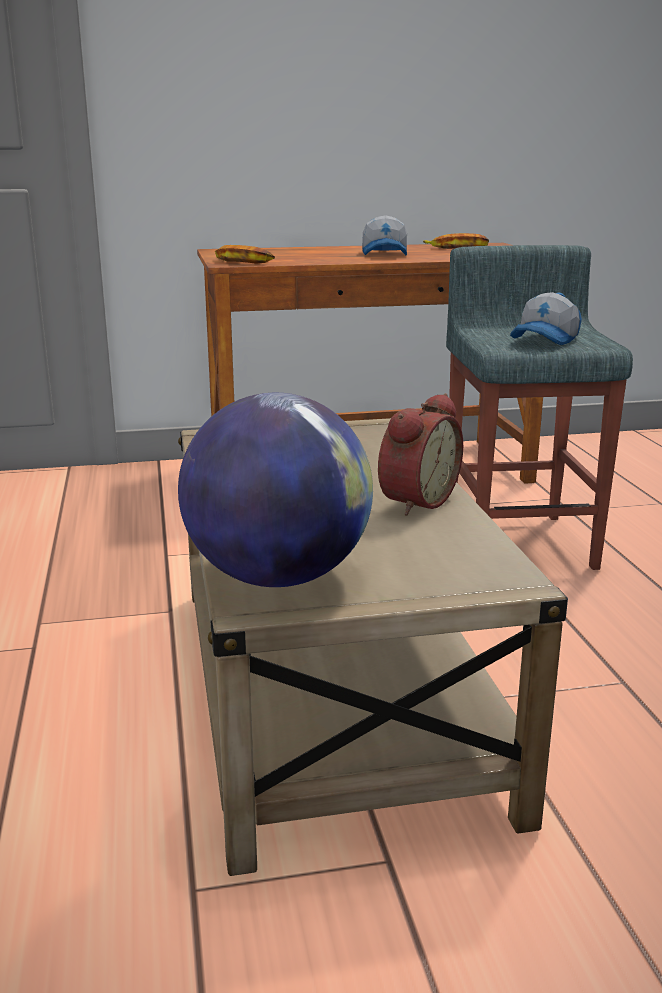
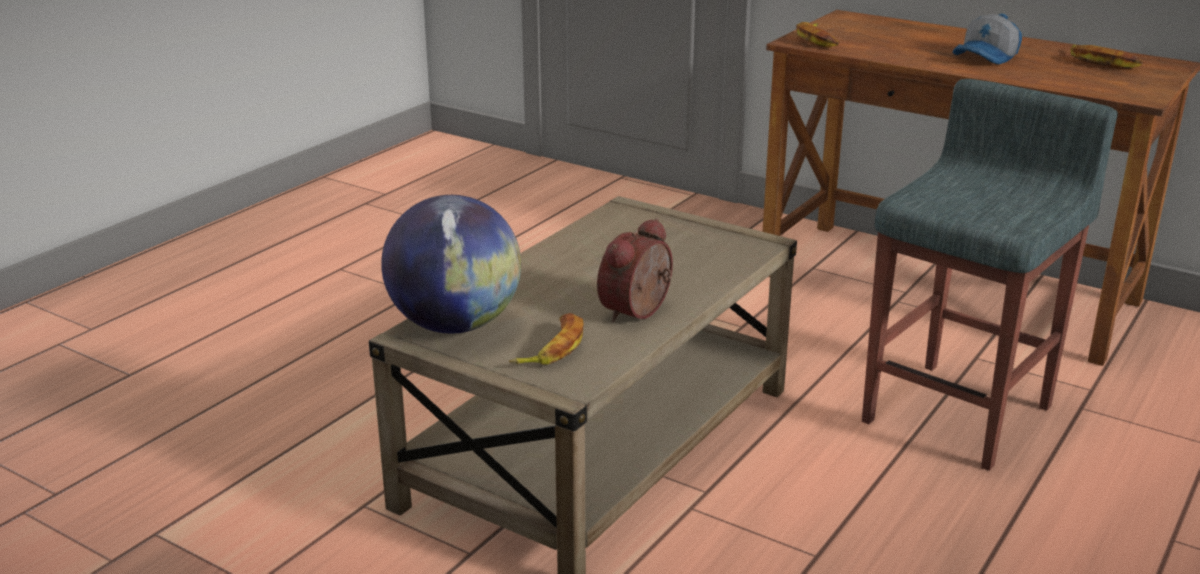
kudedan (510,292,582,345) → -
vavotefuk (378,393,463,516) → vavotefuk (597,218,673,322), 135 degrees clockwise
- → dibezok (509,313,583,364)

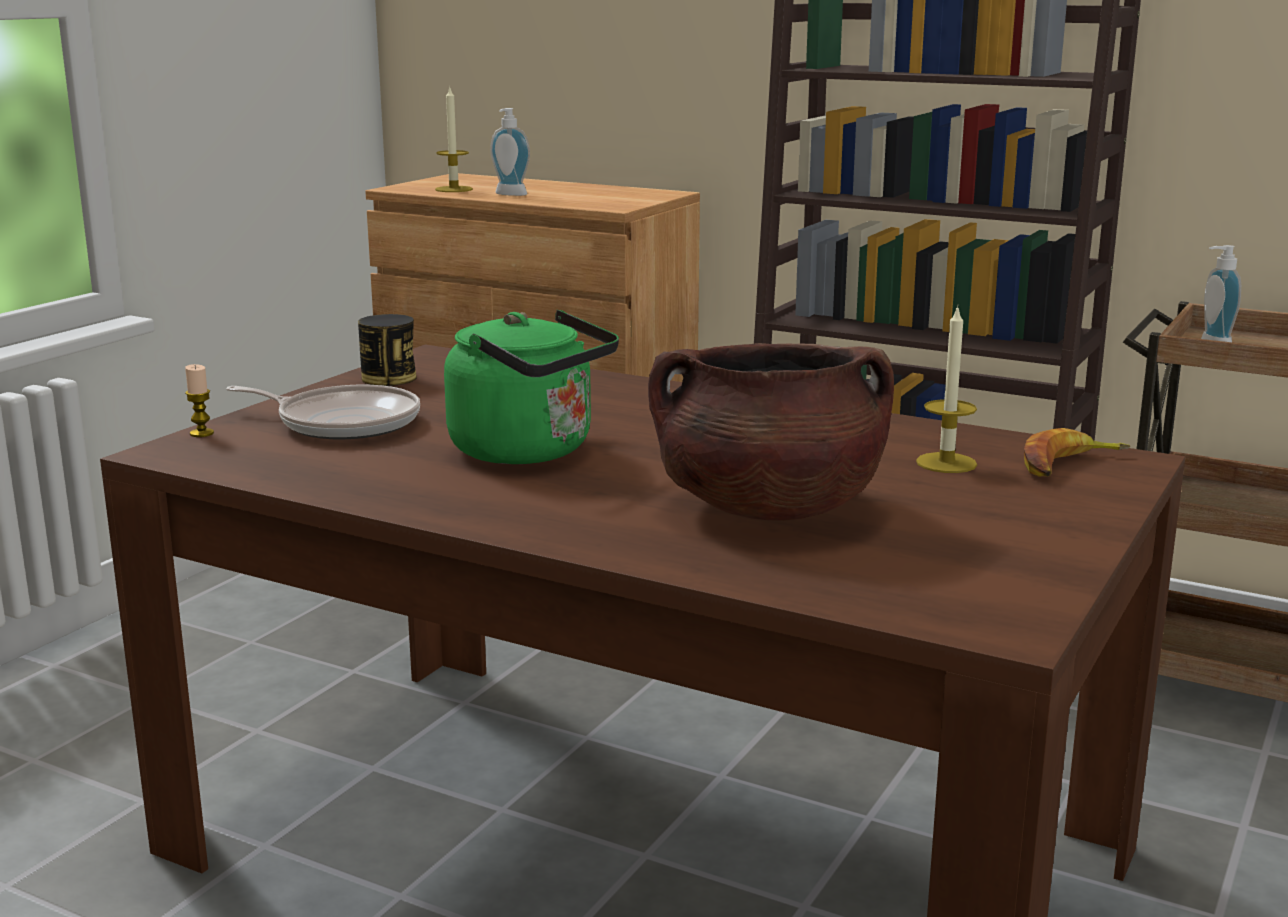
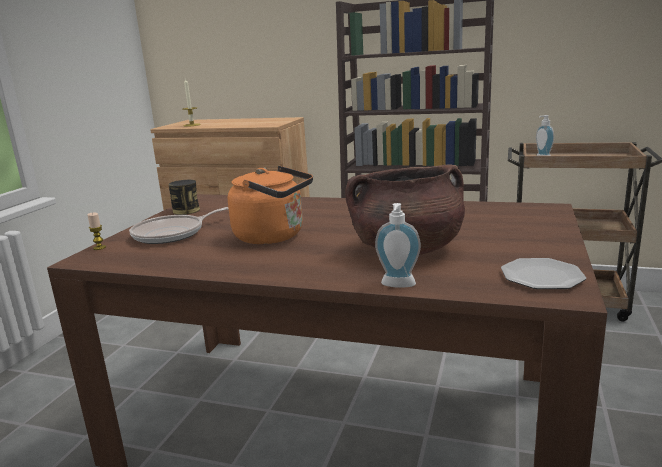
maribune (490,108,530,196) → maribune (375,203,421,288), moved
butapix (916,305,977,473) → -
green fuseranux (444,310,619,464) → orange fuseranux (228,166,313,244)
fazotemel (226,385,420,439) → fazotemel (129,207,229,244), 135 degrees clockwise
dibezok (1024,428,1130,477) → -
- → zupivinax (501,258,586,289)

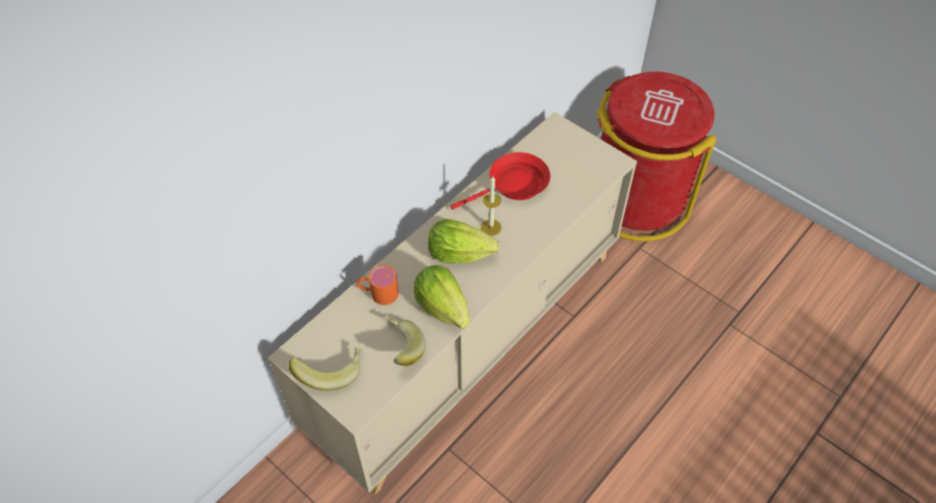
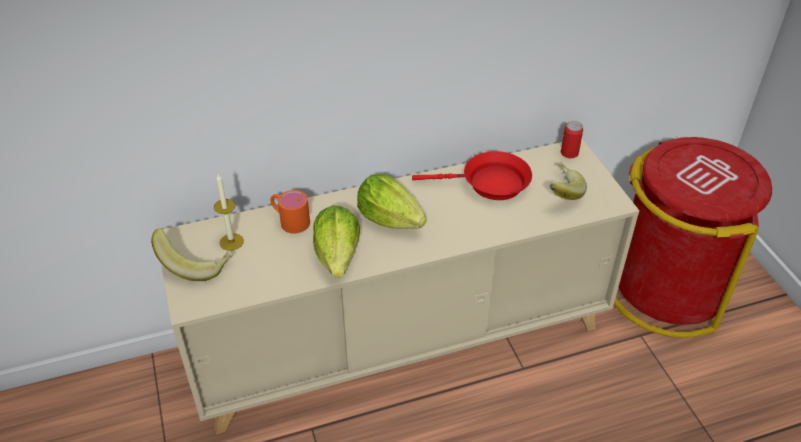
butapix (481,176,502,236) → butapix (214,174,244,251), moved
dibezok (384,314,426,366) → dibezok (550,162,587,200), moved
- → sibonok (561,121,583,158)

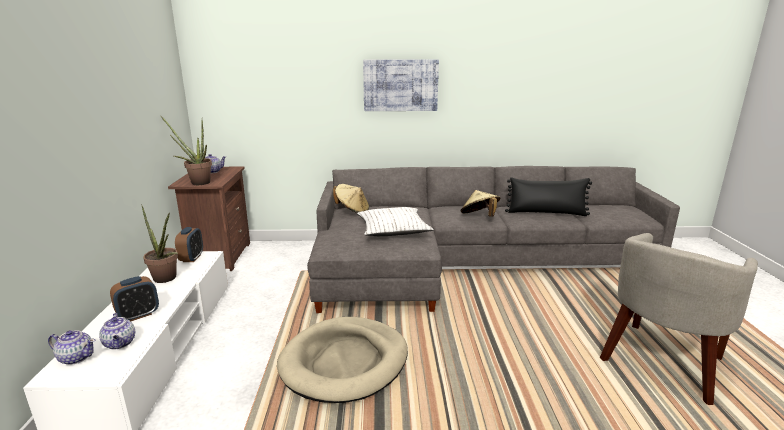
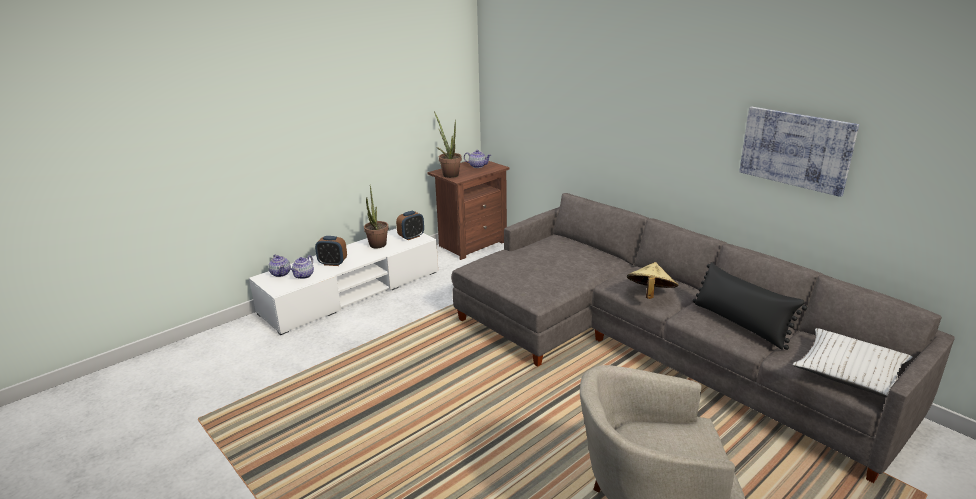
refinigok (363,60,439,111) → refinigok (739,107,859,197), moved
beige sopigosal (333,184,369,213) → -
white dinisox (357,207,434,236) → white dinisox (793,328,912,398), moved
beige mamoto (277,317,408,403) → -

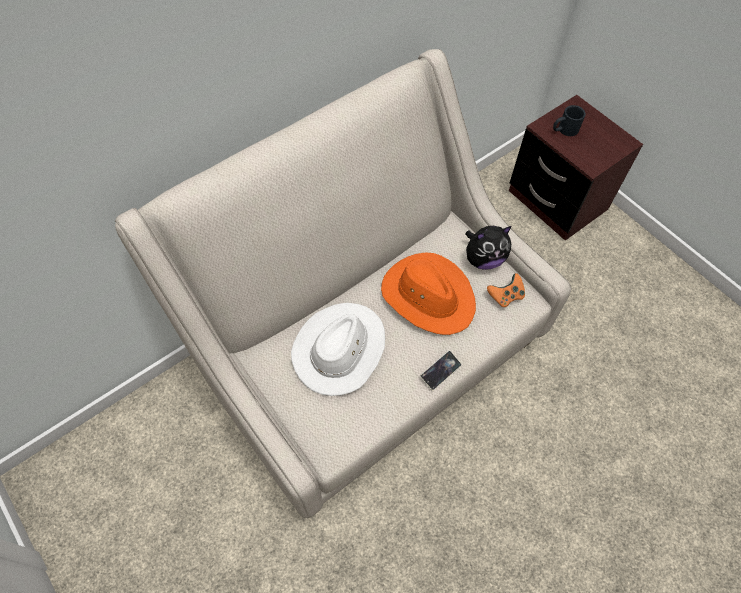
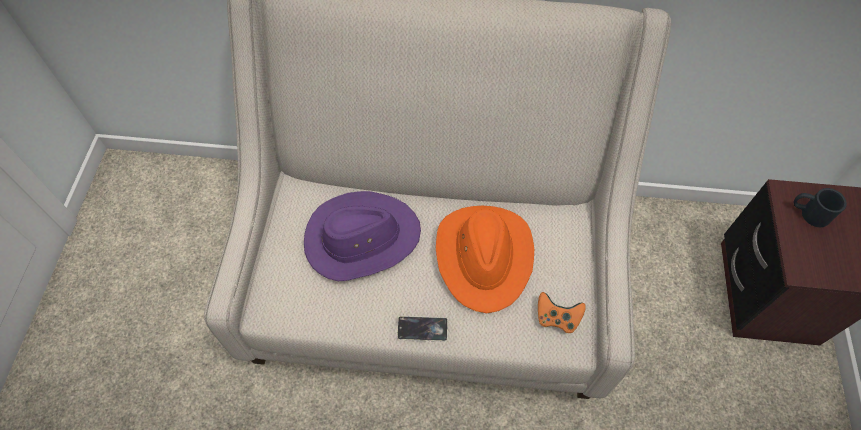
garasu (465,226,512,270) → -
white sopigosal (291,303,385,396) → purple sopigosal (304,191,421,281)

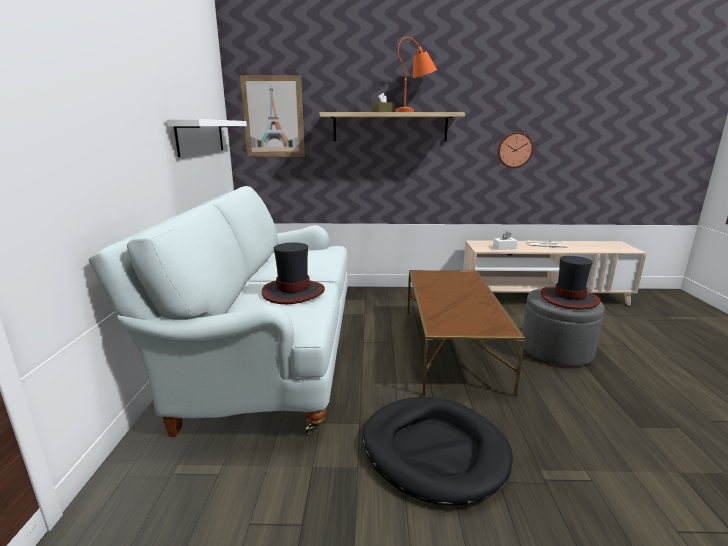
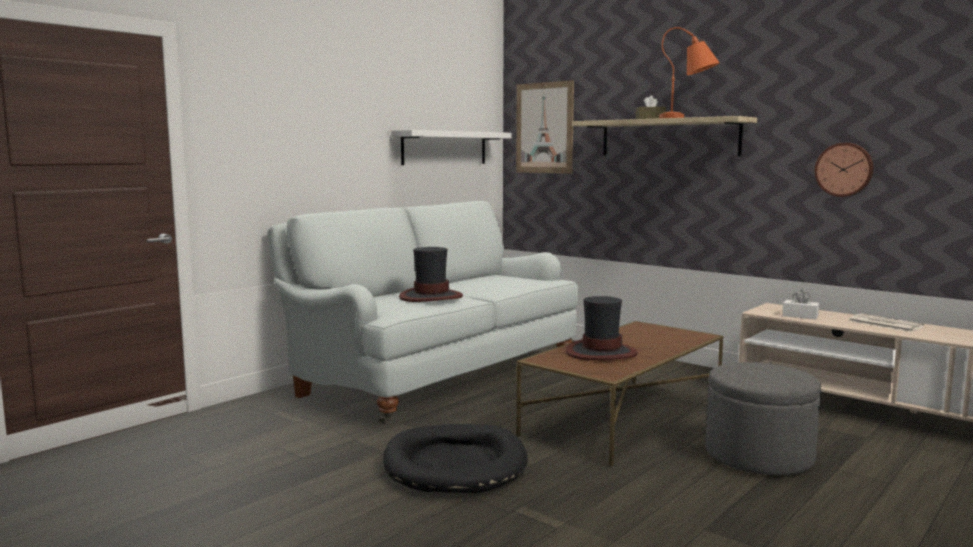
sopigosal (540,256,601,310) → sopigosal (565,296,638,360), moved

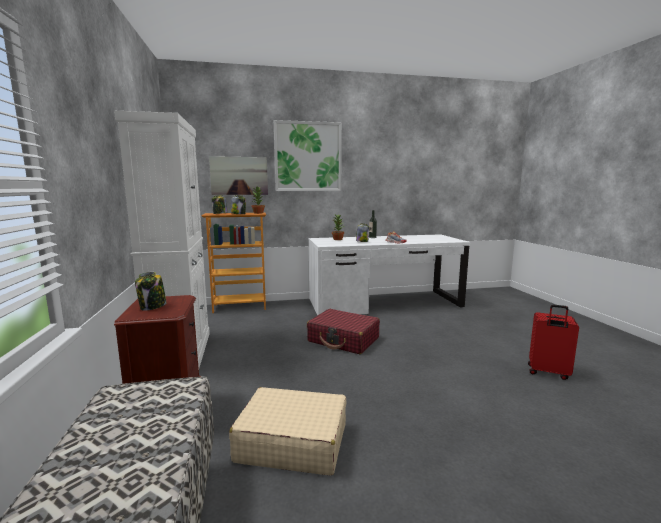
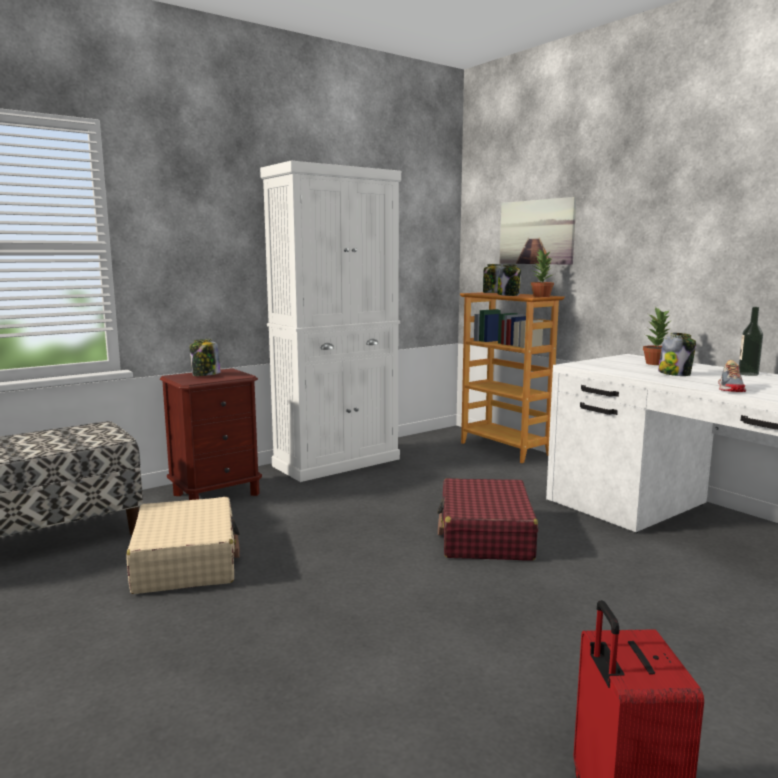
refinigok (274,120,342,191) → -

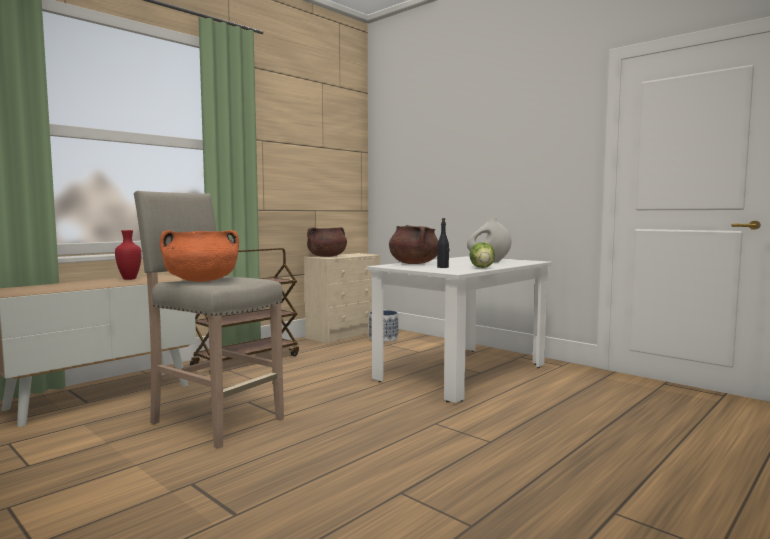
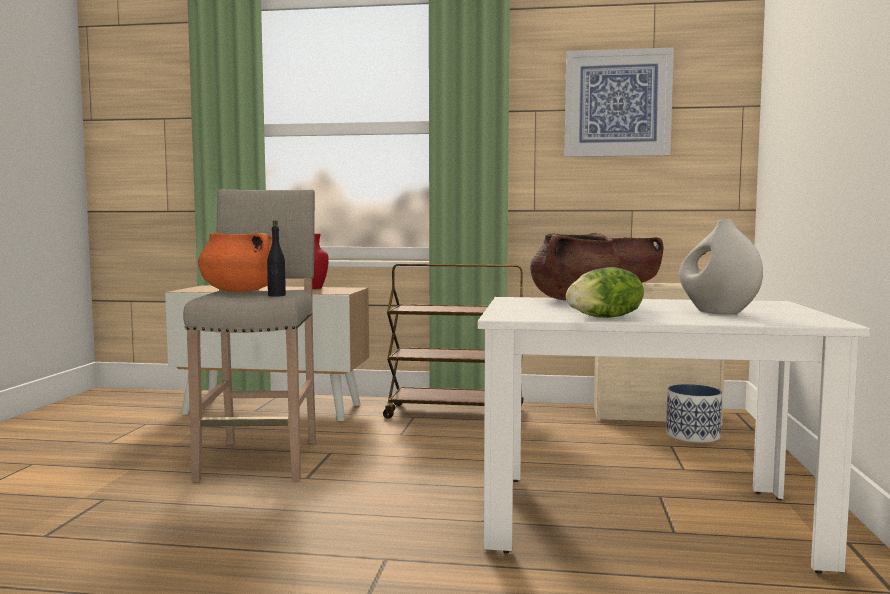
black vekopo (437,218,449,268) → black vekopo (267,220,286,297), moved
- → refinigok (565,47,674,157)

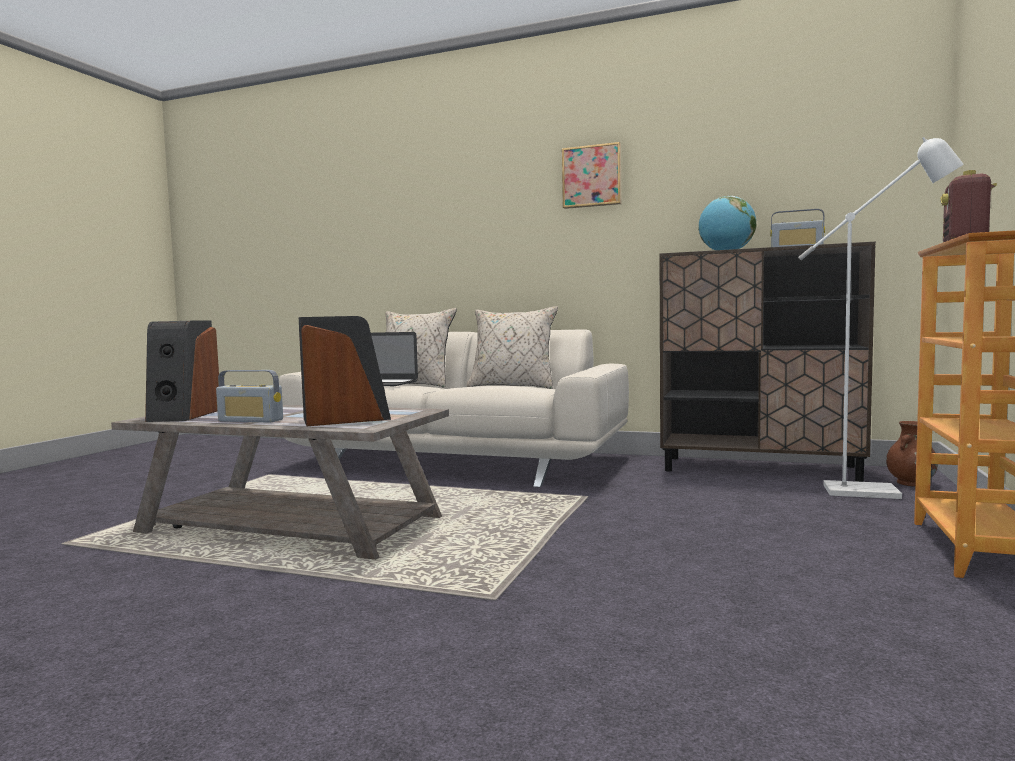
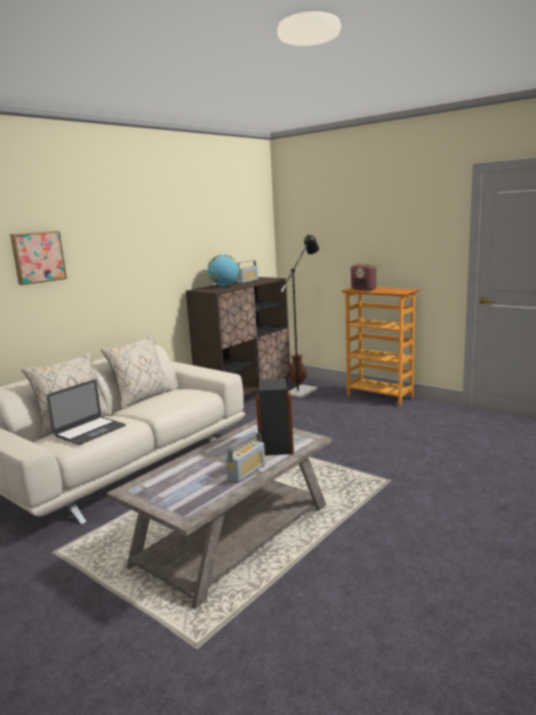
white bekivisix (798,137,964,499) → black bekivisix (281,234,319,398)
refinigok (562,142,621,209) → refinigok (10,231,67,285), moved
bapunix (145,320,219,422) → -

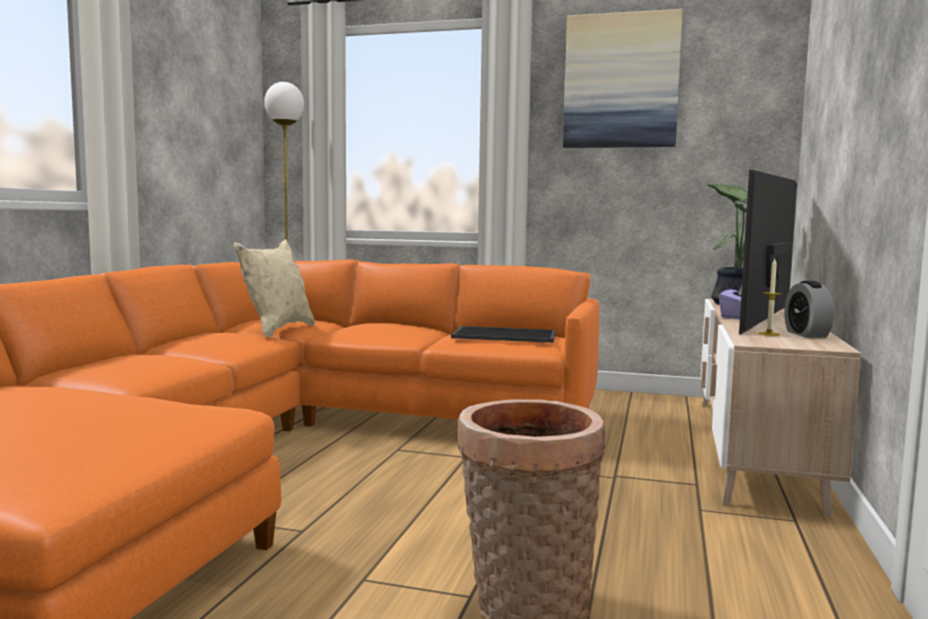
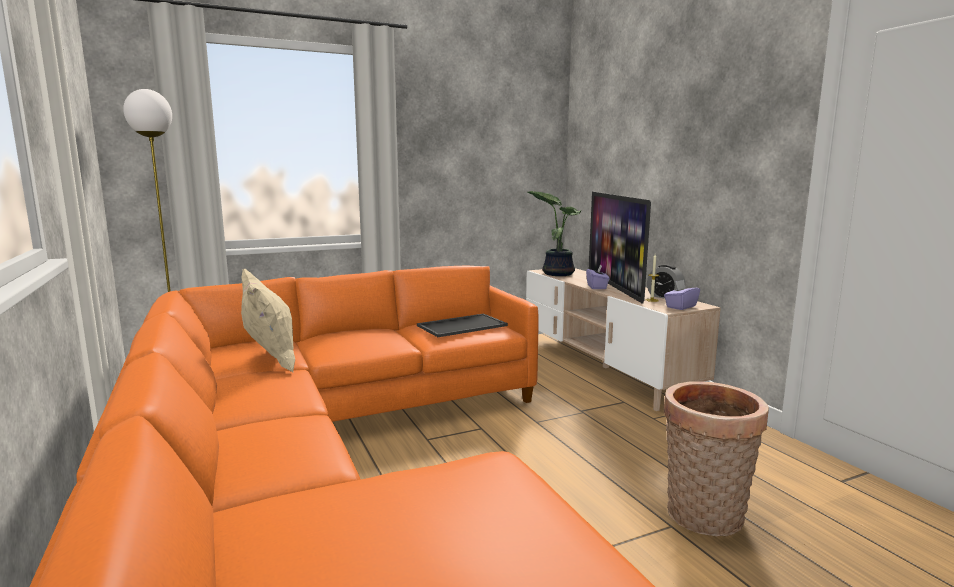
refinigok (563,9,683,148) → -
- → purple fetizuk (664,280,700,310)

